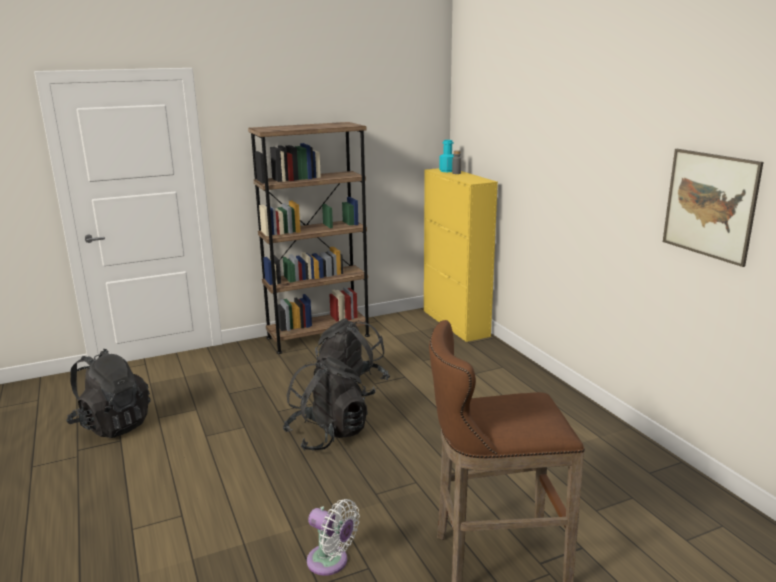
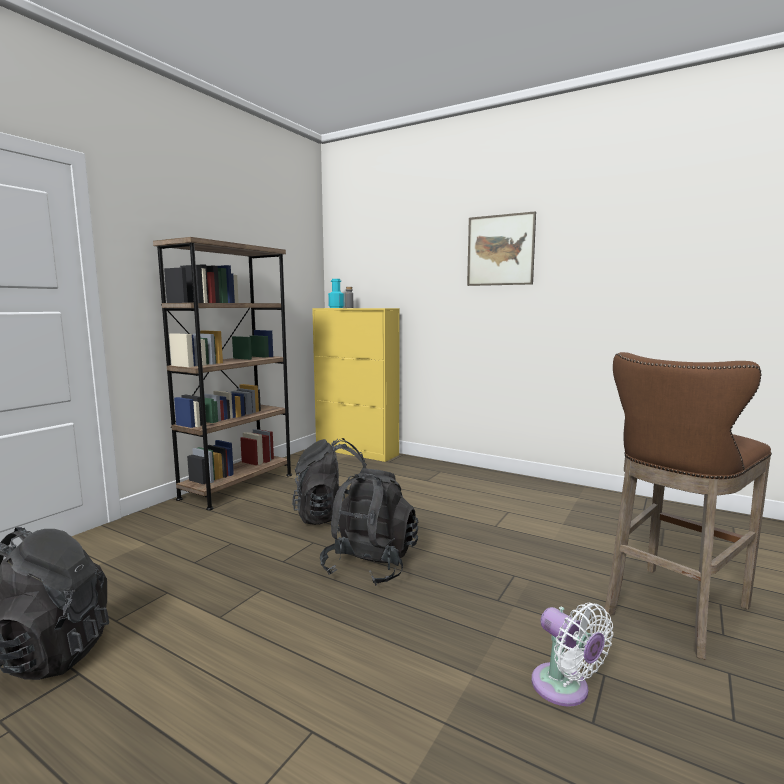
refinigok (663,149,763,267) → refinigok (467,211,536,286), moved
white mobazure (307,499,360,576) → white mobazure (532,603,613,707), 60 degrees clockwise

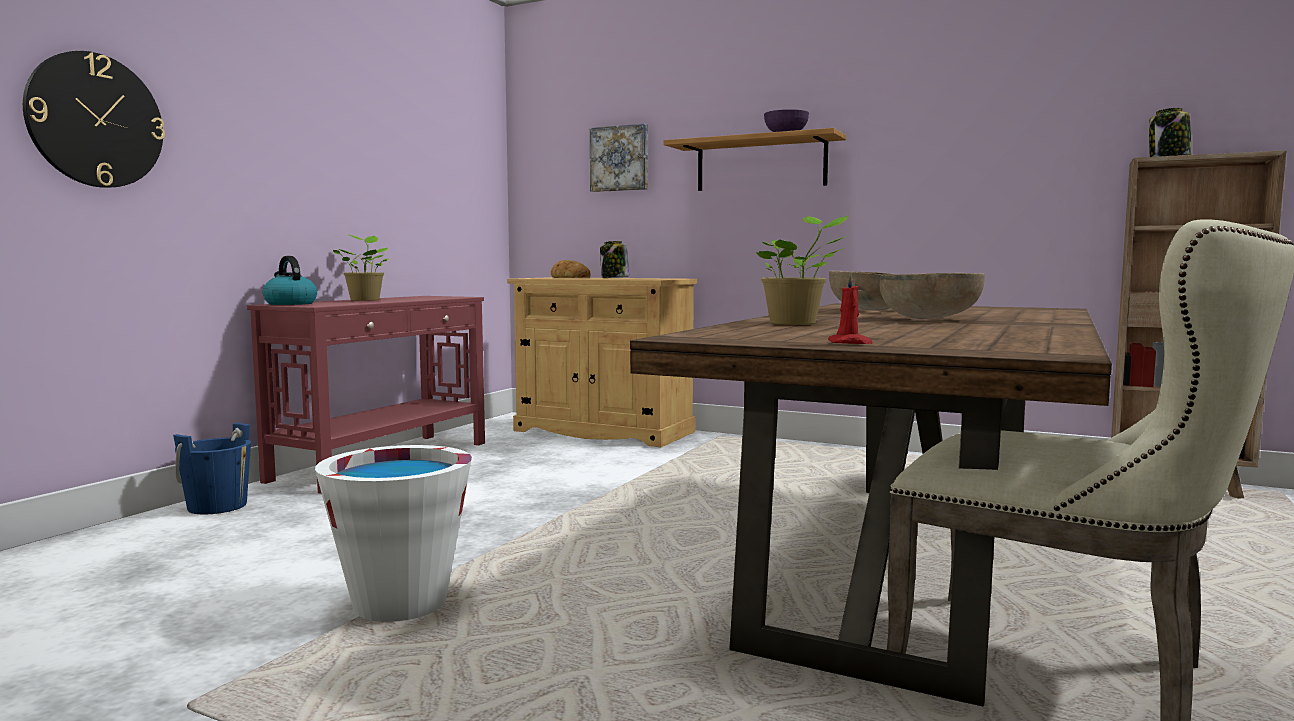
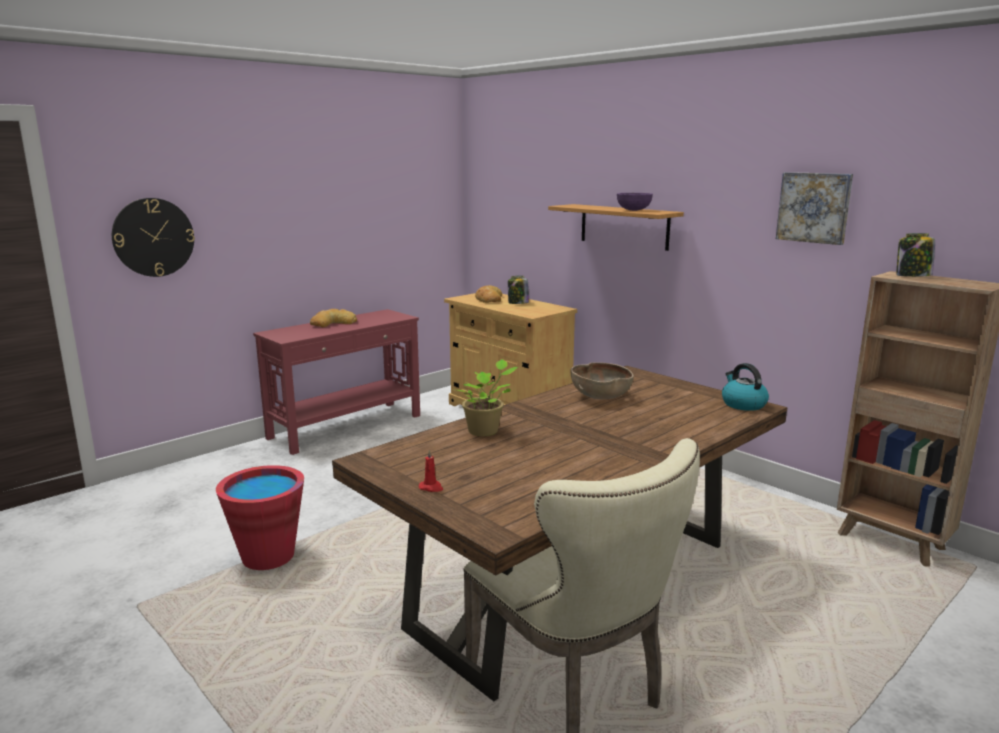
refinigok (590,124,648,192) → refinigok (776,172,853,245), moved
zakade (333,235,388,301) → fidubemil (310,309,357,327)
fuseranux (263,256,317,305) → fuseranux (722,363,769,411), moved
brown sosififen (880,273,985,319) → -
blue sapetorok (173,423,251,514) → -
white sapetorok (315,445,472,622) → red sapetorok (216,465,304,570)

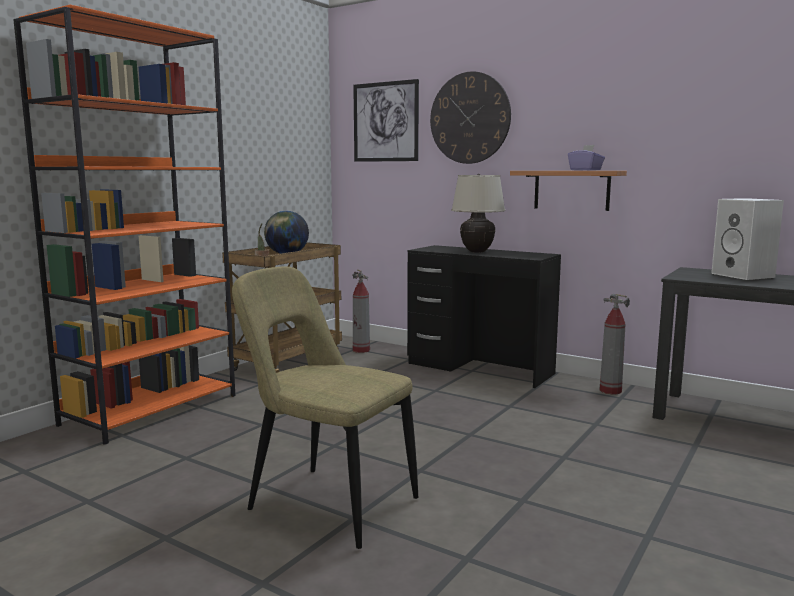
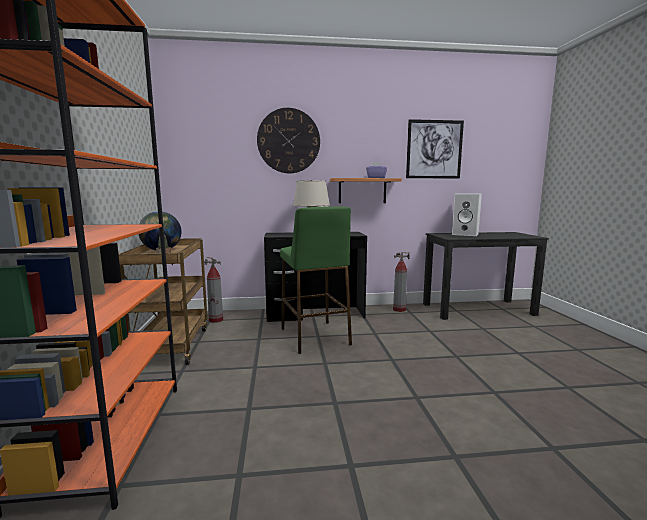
refinigok (353,79,419,162) → refinigok (406,119,464,178), moved
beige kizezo (232,266,418,549) → -
- → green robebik (280,207,352,354)

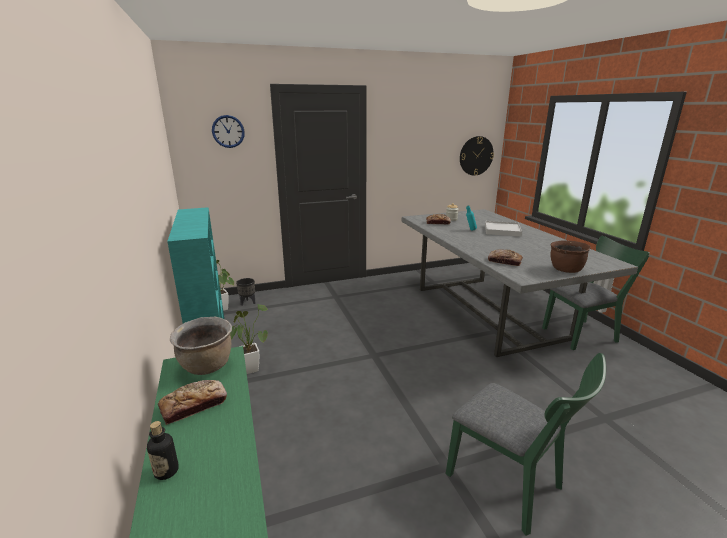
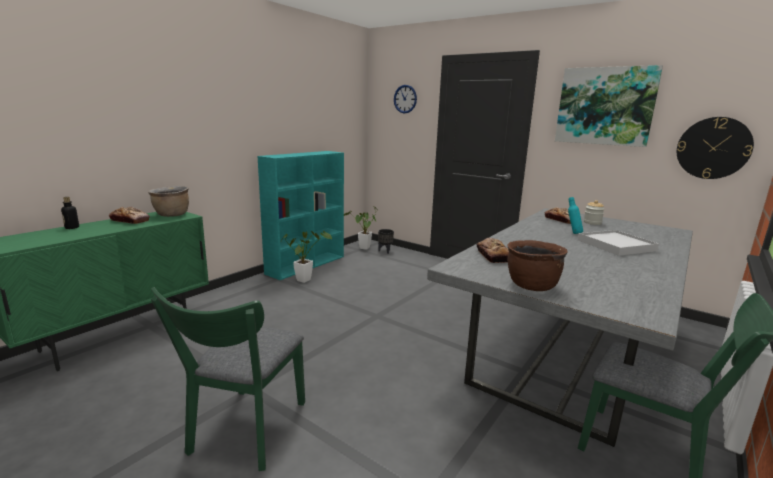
- → refinigok (555,65,663,147)

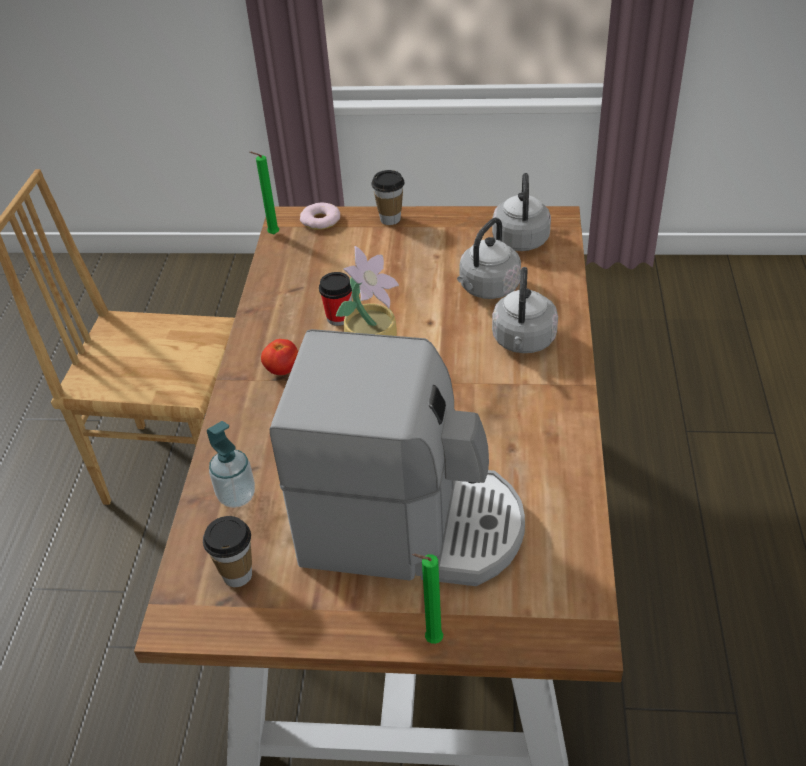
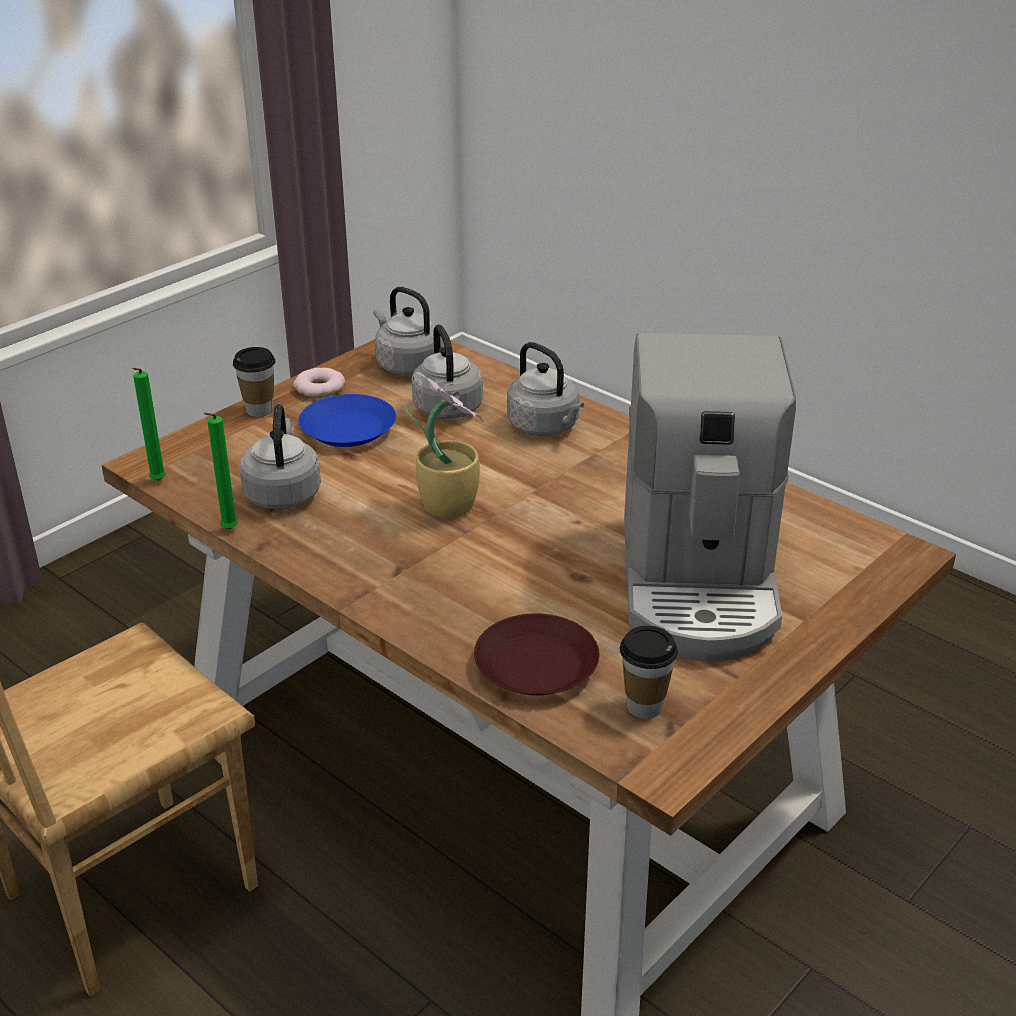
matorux (300,203,340,230) → matorux (293,368,345,398), moved
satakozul (319,272,352,326) → -
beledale (270,329,525,586) → beledale (624,333,796,662), 135 degrees clockwise
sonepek (261,339,298,375) → -
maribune (207,421,255,508) → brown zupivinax (474,614,599,695)
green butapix (413,554,443,644) → green butapix (204,413,238,530), moved
- → blue zupivinax (298,394,396,447)
- → grey fuseranux (239,404,321,509)

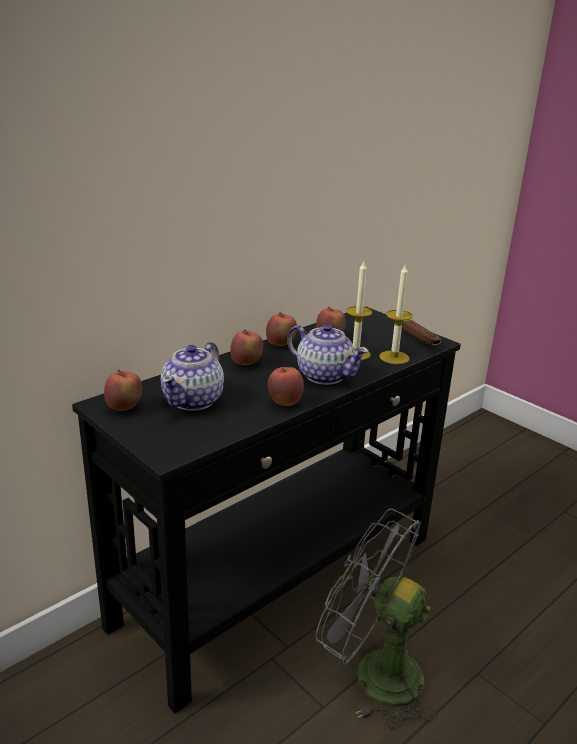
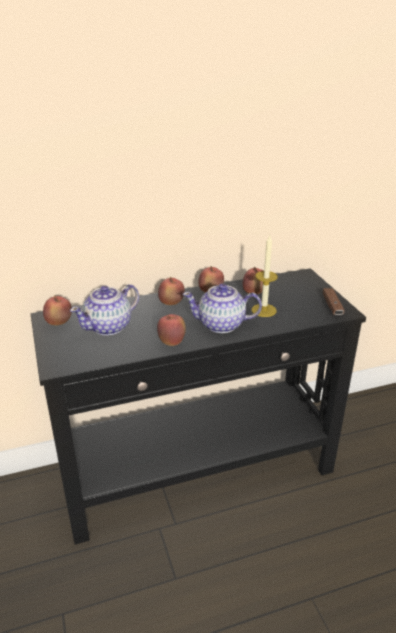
butapix (379,265,412,364) → -
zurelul (287,324,369,385) → zurelul (182,283,262,333), 120 degrees clockwise
grey mobazure (316,508,436,729) → -

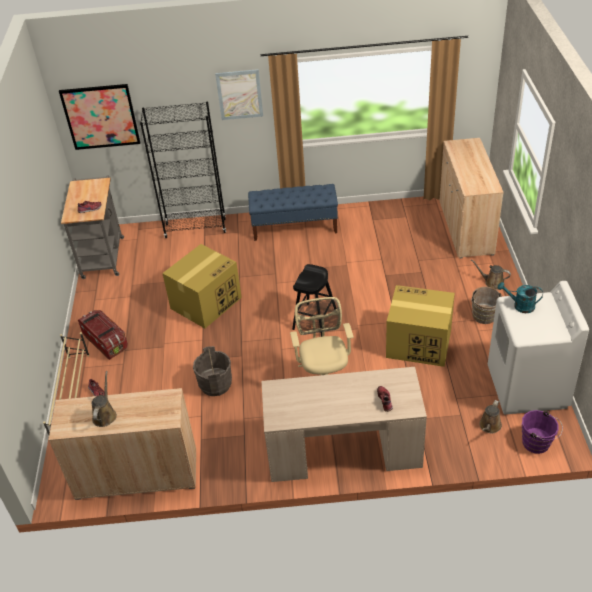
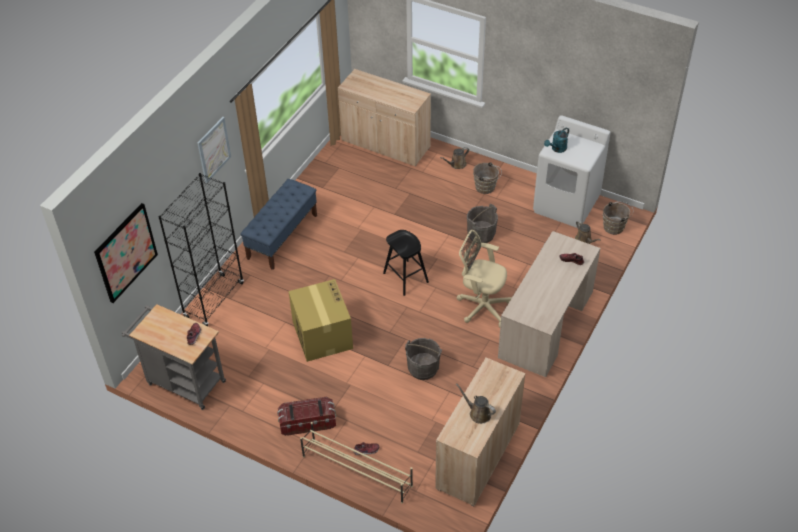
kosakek (386,285,455,367) → grey sapetorok (467,204,498,243)
purple sapetorok (522,410,563,454) → brown sapetorok (603,201,633,235)

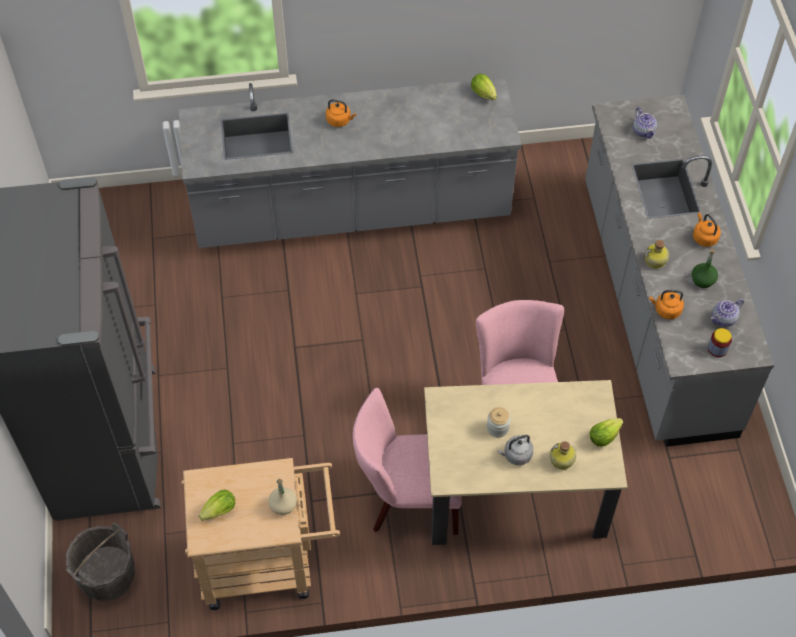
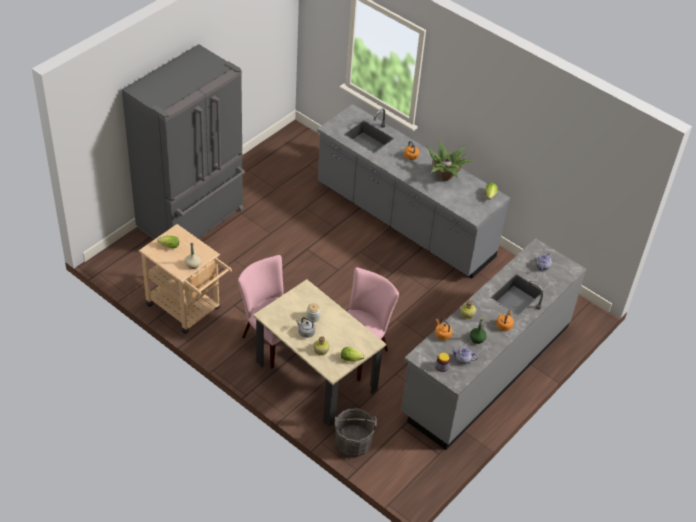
grey sapetorok (66,523,135,601) → grey sapetorok (335,408,377,457), moved
- → zakade (426,140,474,181)

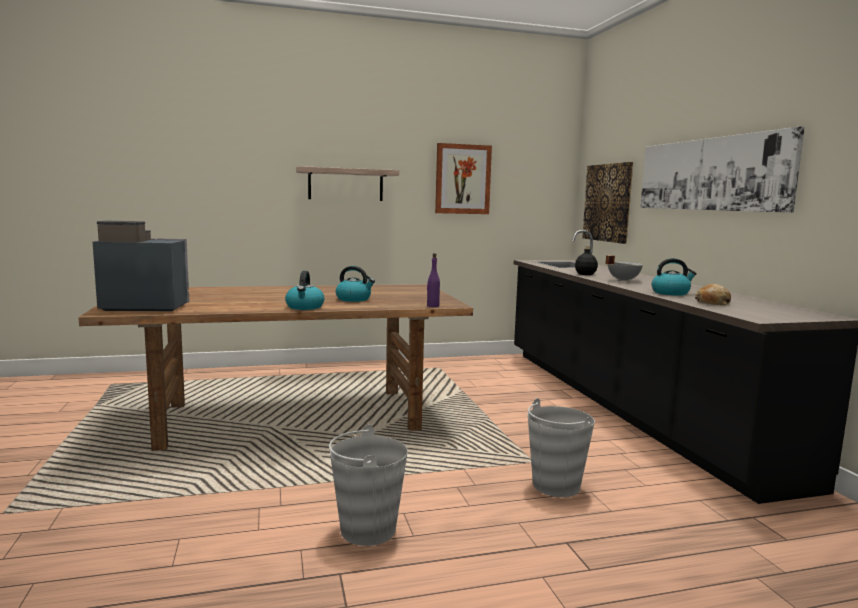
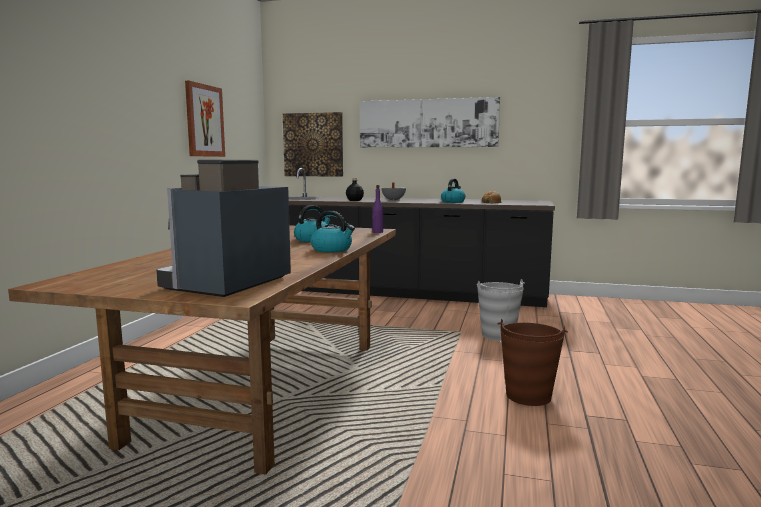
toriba (296,166,399,201) → -
grey sapetorok (329,425,408,546) → brown sapetorok (498,319,568,406)

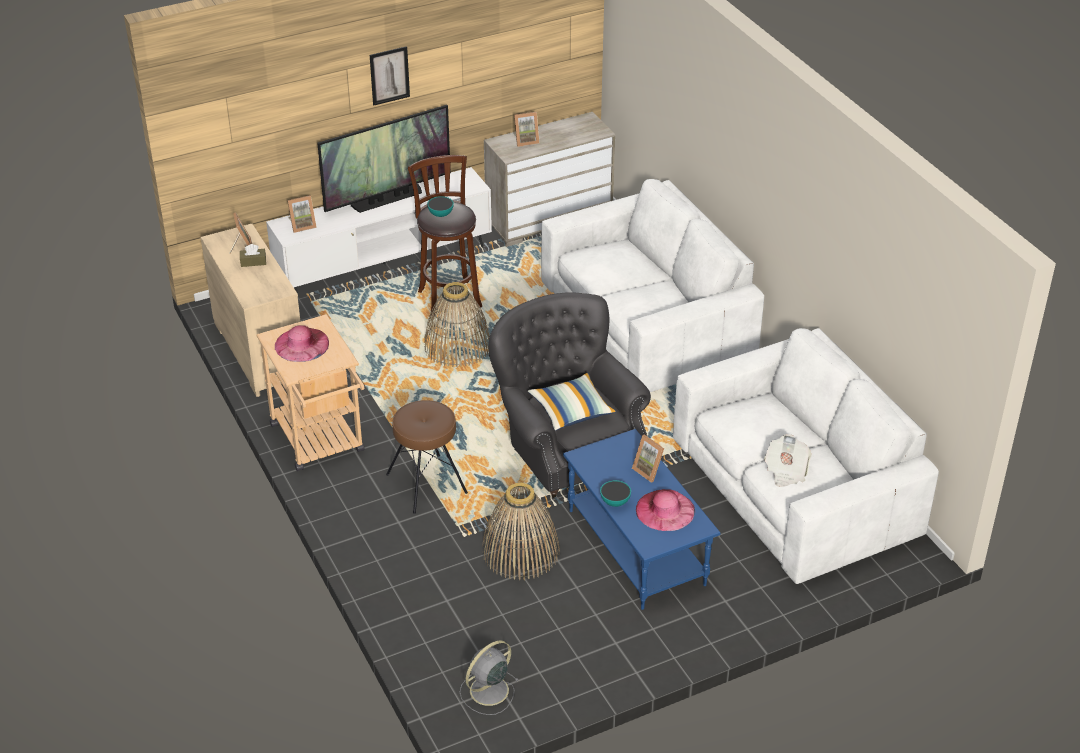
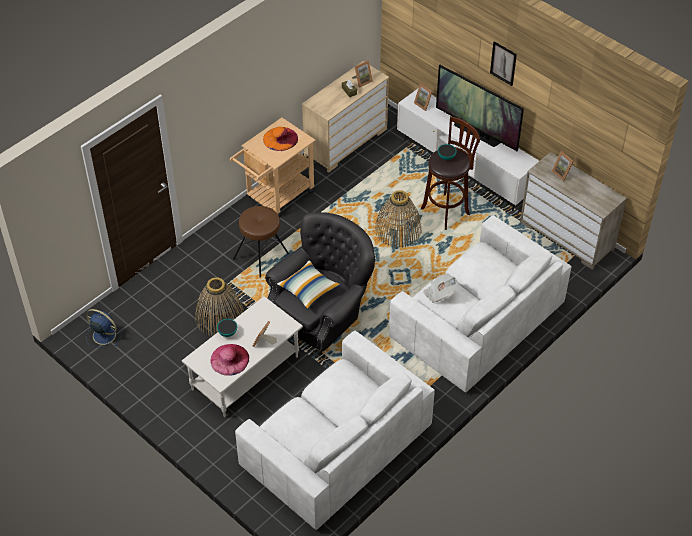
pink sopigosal (275,325,329,362) → orange sopigosal (263,127,298,151)
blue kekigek (563,429,720,610) → white kekigek (182,296,303,417)
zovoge (764,434,812,487) → zovoge (423,274,457,303), moved
grey mobazure (460,640,519,715) → blue mobazure (86,309,122,348)

